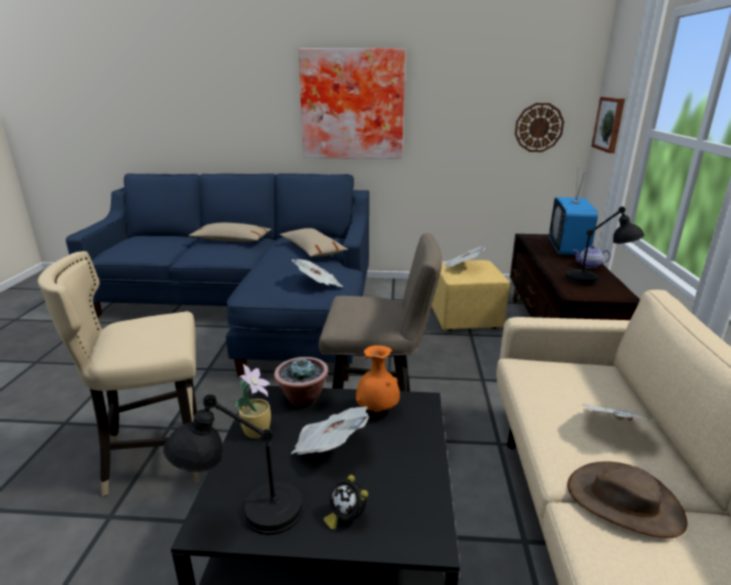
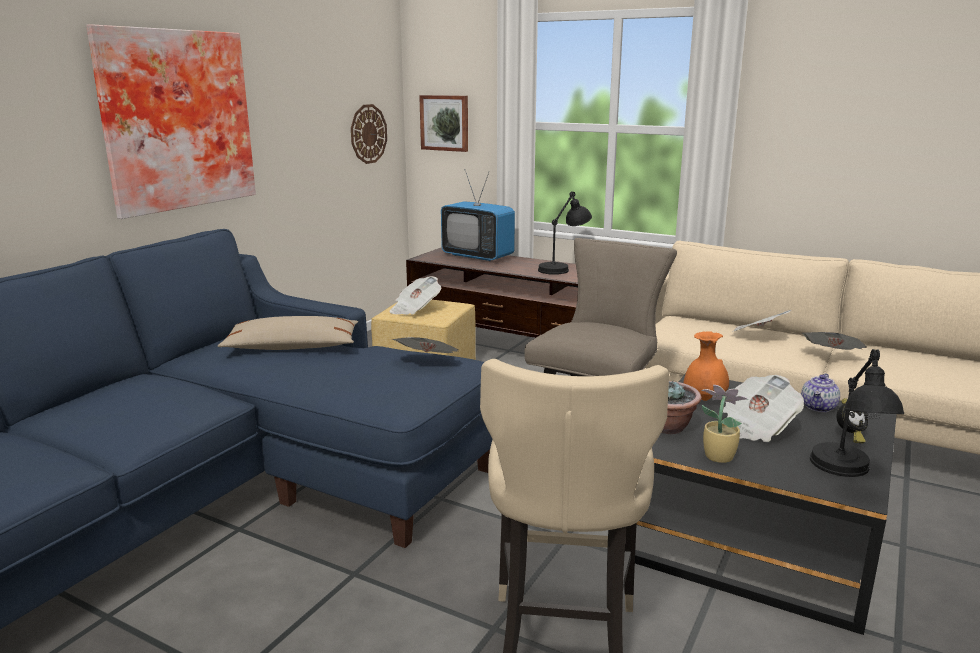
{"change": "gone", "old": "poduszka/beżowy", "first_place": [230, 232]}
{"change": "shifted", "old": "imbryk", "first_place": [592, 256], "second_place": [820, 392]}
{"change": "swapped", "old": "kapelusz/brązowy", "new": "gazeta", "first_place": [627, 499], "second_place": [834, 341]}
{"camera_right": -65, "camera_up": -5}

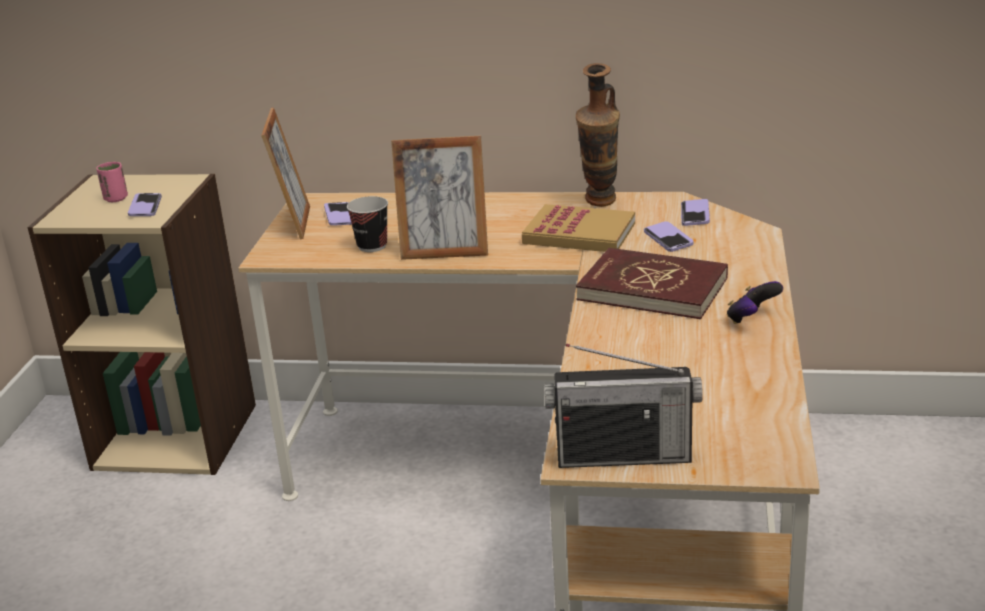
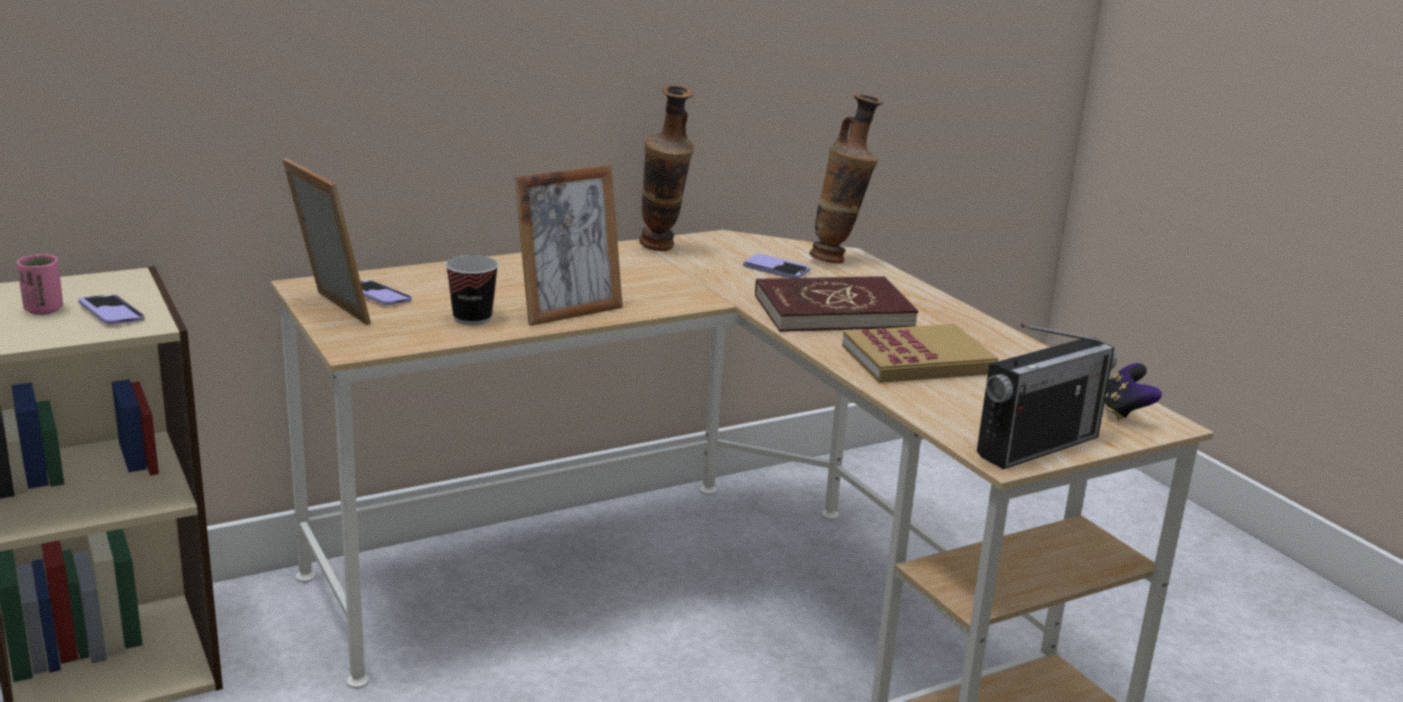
{"change": "gone", "old": "telefon", "first_place": [695, 212]}
{"change": "shifted", "old": "książka", "first_place": [578, 228], "second_place": [920, 353]}
{"change": "shifted", "old": "pad do gier", "first_place": [755, 302], "second_place": [1133, 391]}
{"change": "new", "new": "wazon", "second_place": [846, 179]}
{"camera_right": -40, "camera_up": -5}

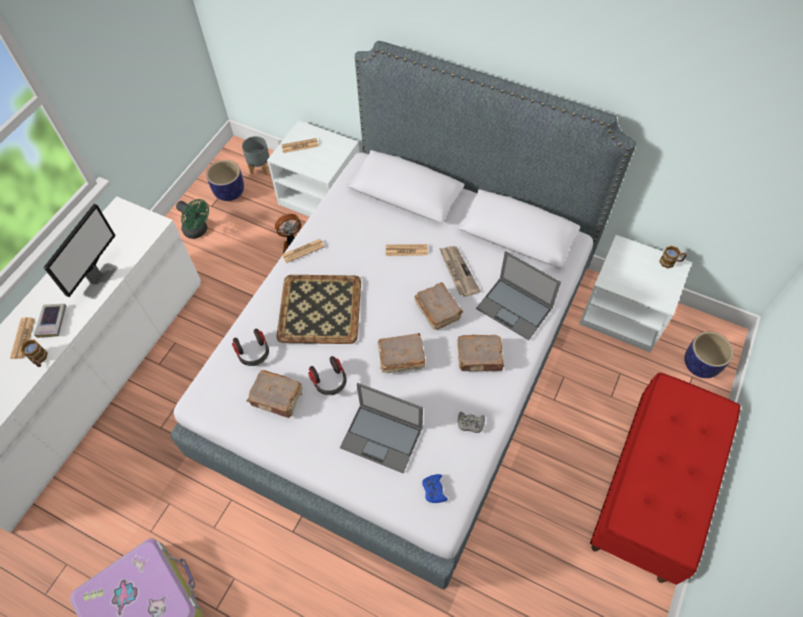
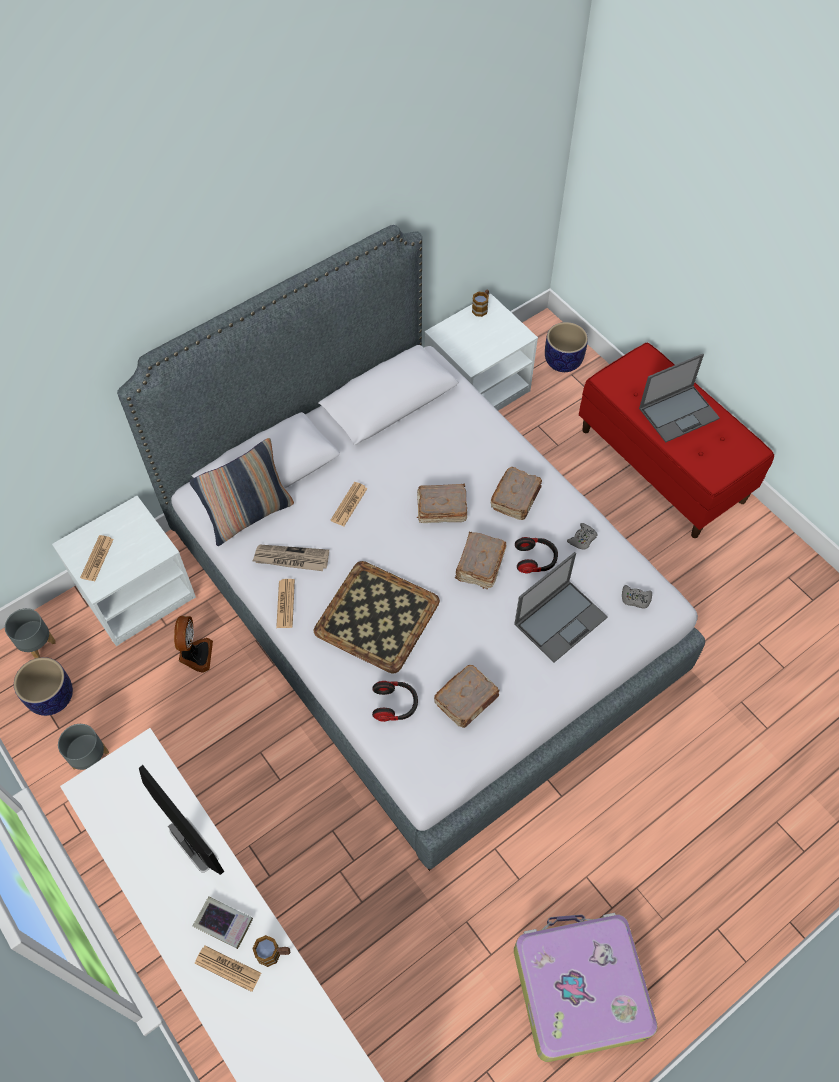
{"change": "swapped", "old": "wentylator/zielony", "new": "donica/szary", "first_place": [192, 219], "second_place": [83, 747]}
{"change": "shifted", "old": "gazeta", "first_place": [459, 271], "second_place": [291, 557]}
{"change": "shifted", "old": "laptop", "first_place": [518, 295], "second_place": [679, 398]}
{"change": "shifted", "old": "słuchawki", "first_place": [327, 375], "second_place": [536, 555]}
{"change": "repainted", "old": "pad do gier/niebieski", "new": "pad do gier/szary", "first_place": [435, 488], "second_place": [637, 597]}
{"change": "new", "new": "poduszka", "second_place": [241, 492]}
{"camera_right": -65, "camera_up": 0}

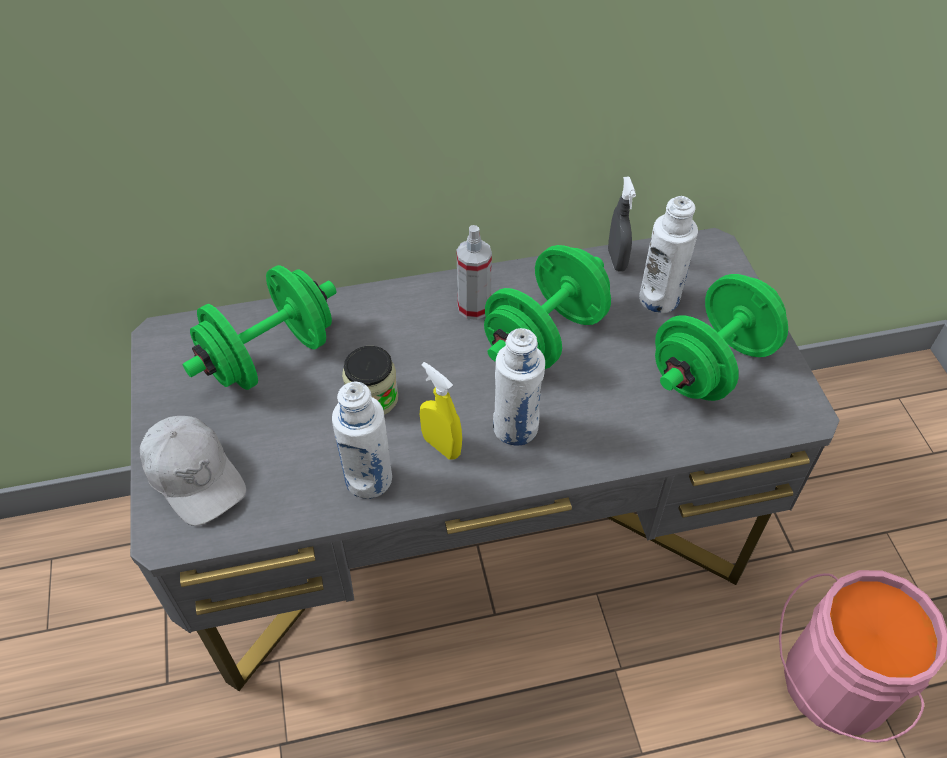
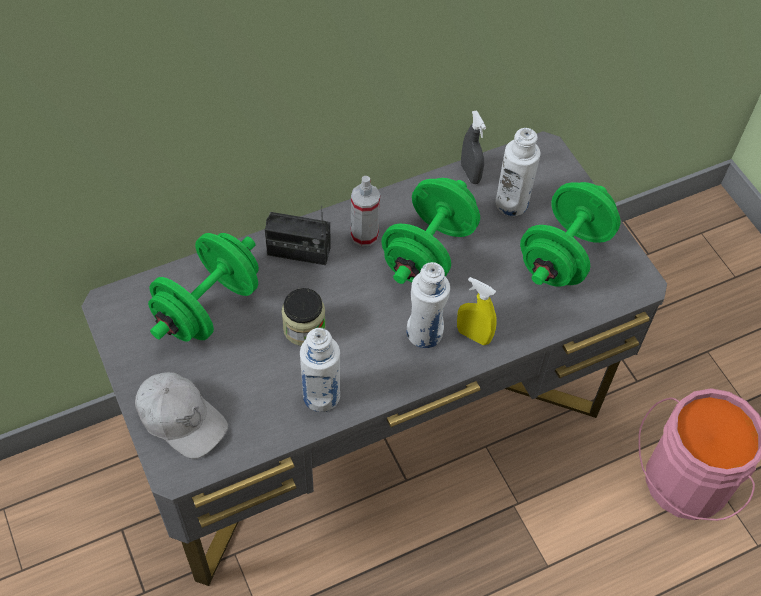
{"change": "shifted", "old": "spryskiwacz/żółty", "first_place": [441, 411], "second_place": [477, 311]}
{"change": "new", "new": "radio", "second_place": [298, 235]}
{"camera_right": -15, "camera_up": 5}

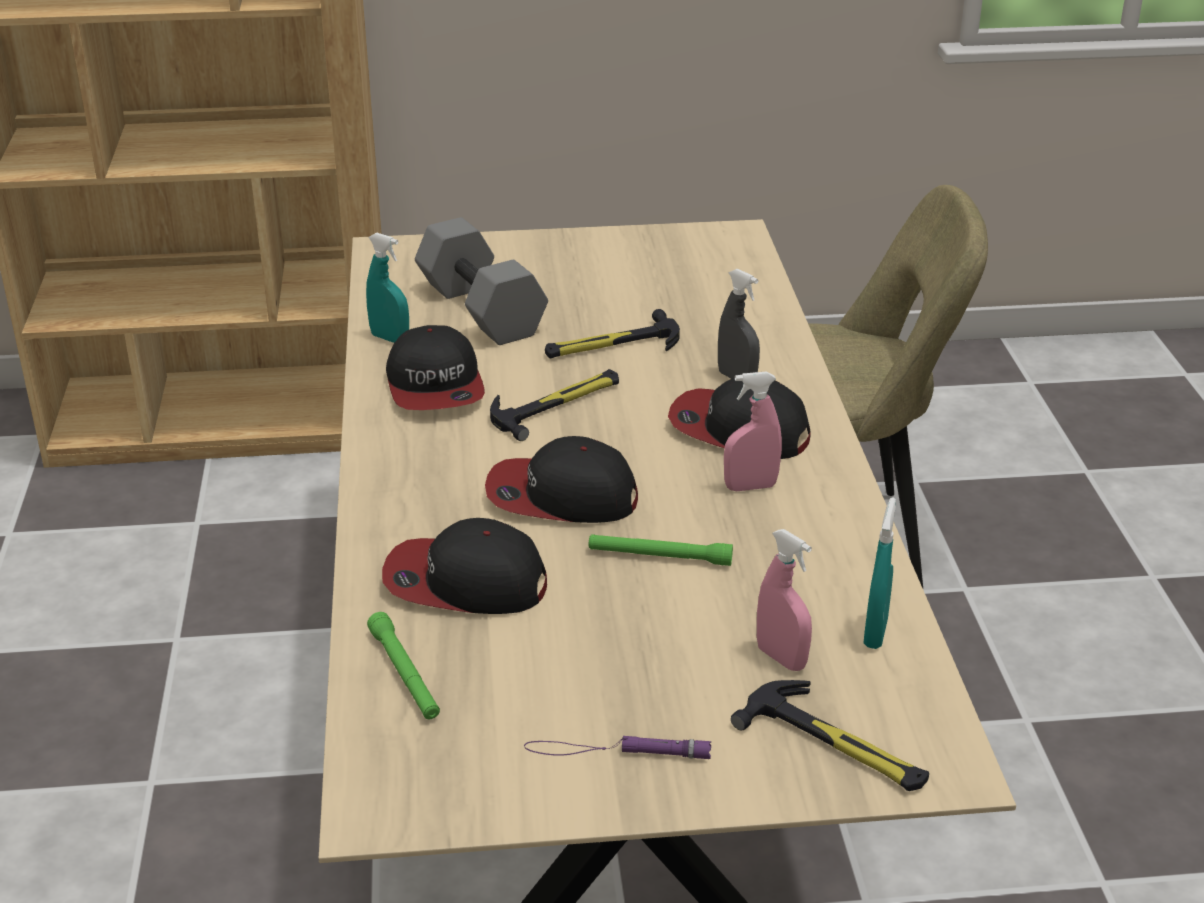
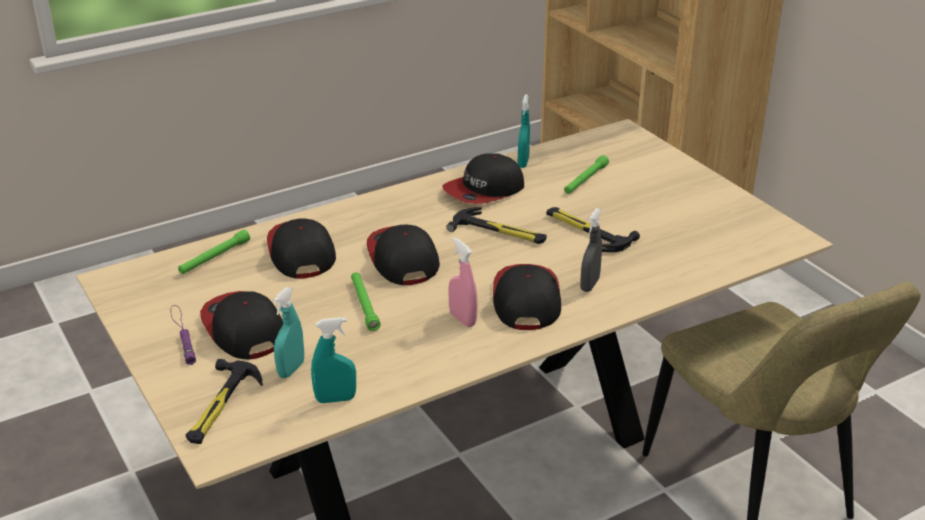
{"change": "swapped", "old": "hantel/szary", "new": "latarka/zielony", "first_place": [481, 281], "second_place": [586, 174]}
{"change": "repainted", "old": "spryskiwacz/różowy", "new": "spryskiwacz/turkusowy", "first_place": [784, 600], "second_place": [288, 332]}
{"change": "new", "new": "czapka z daszkiem", "second_place": [241, 325]}
{"camera_right": 65, "camera_up": 0}

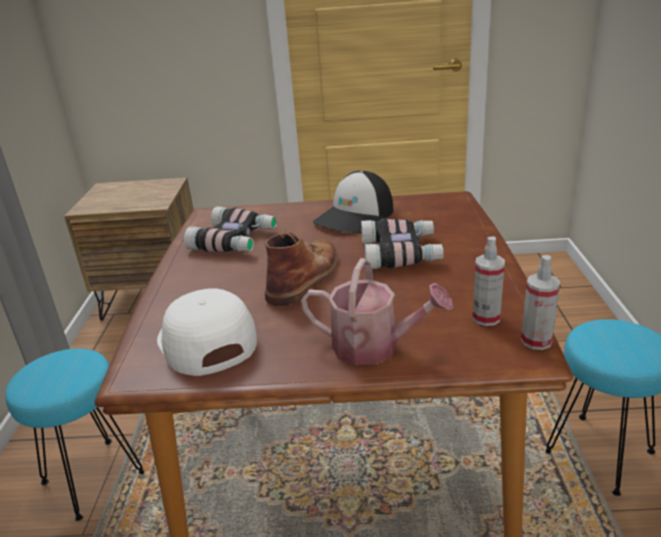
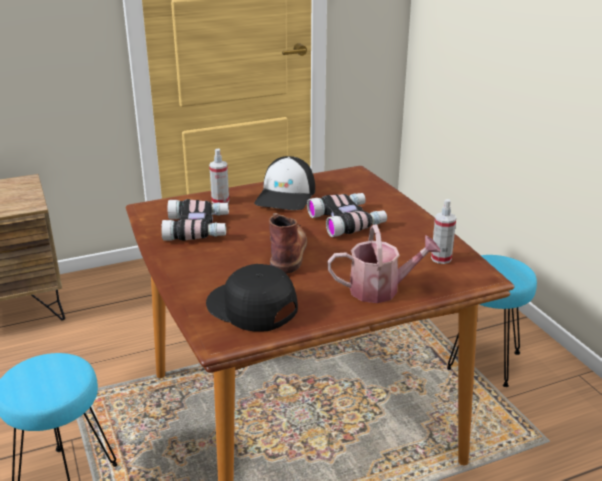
{"change": "shifted", "old": "spryskiwacz", "first_place": [540, 302], "second_place": [219, 176]}
{"change": "repainted", "old": "czapka z daszkiem/biały", "new": "czapka z daszkiem/czarny", "first_place": [207, 332], "second_place": [252, 298]}
{"camera_right": -25, "camera_up": 0}

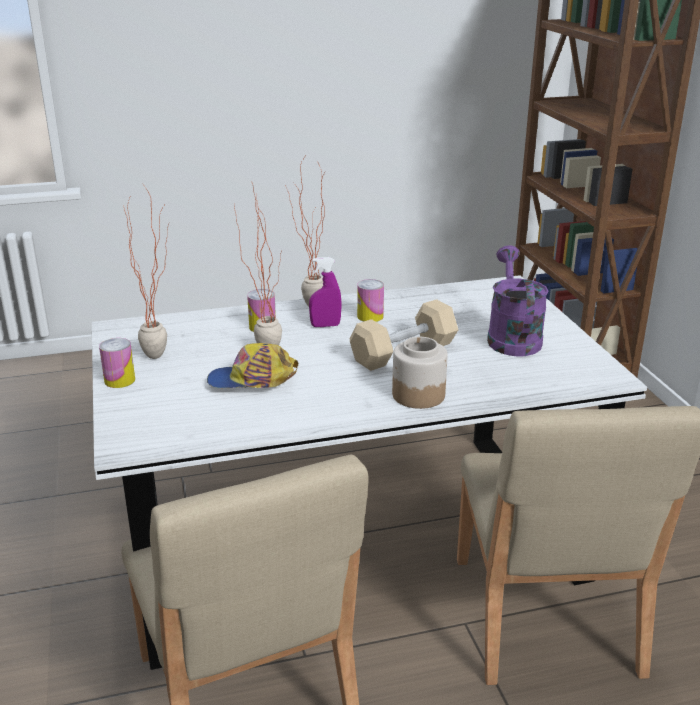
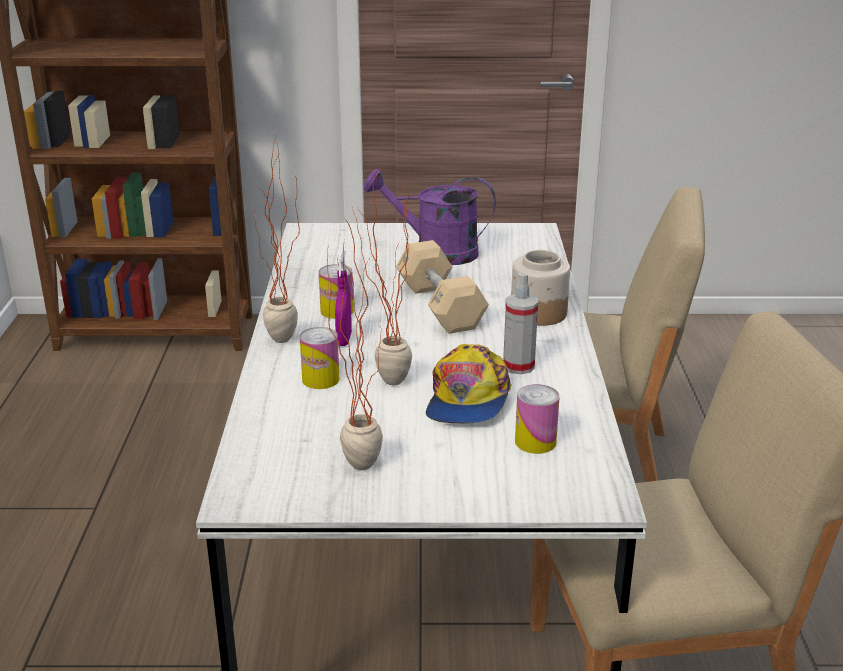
{"change": "shifted", "old": "puszka", "first_place": [117, 363], "second_place": [537, 419]}
{"change": "new", "new": "spryskiwacz", "second_place": [520, 323]}
{"camera_right": -75, "camera_up": 0}

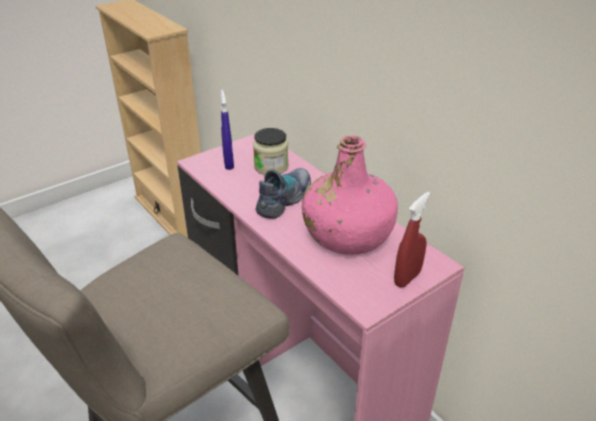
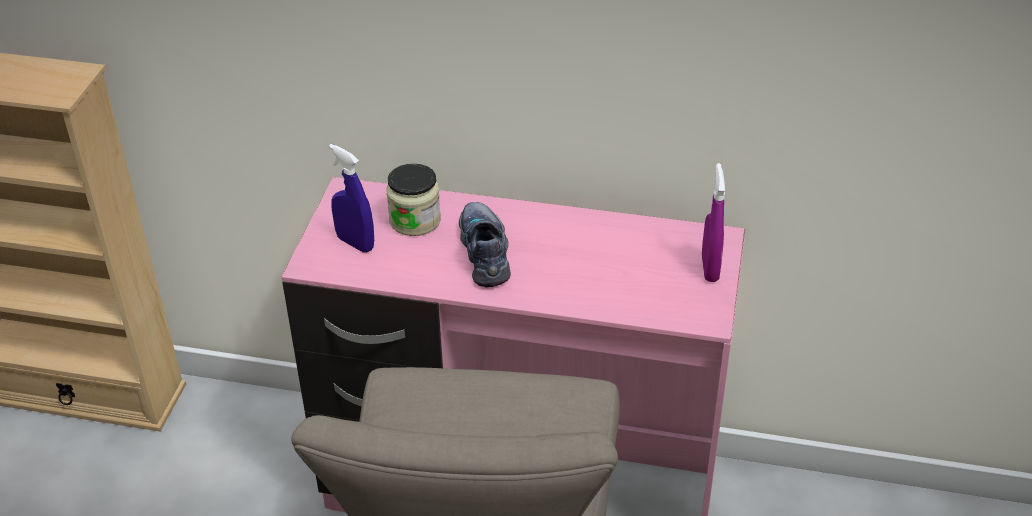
{"change": "gone", "old": "butelka/różowy", "first_place": [350, 195]}
{"change": "repainted", "old": "spryskiwacz/czerwony", "new": "spryskiwacz/fioletowy", "first_place": [412, 240], "second_place": [713, 222]}
{"camera_right": -40, "camera_up": 5}

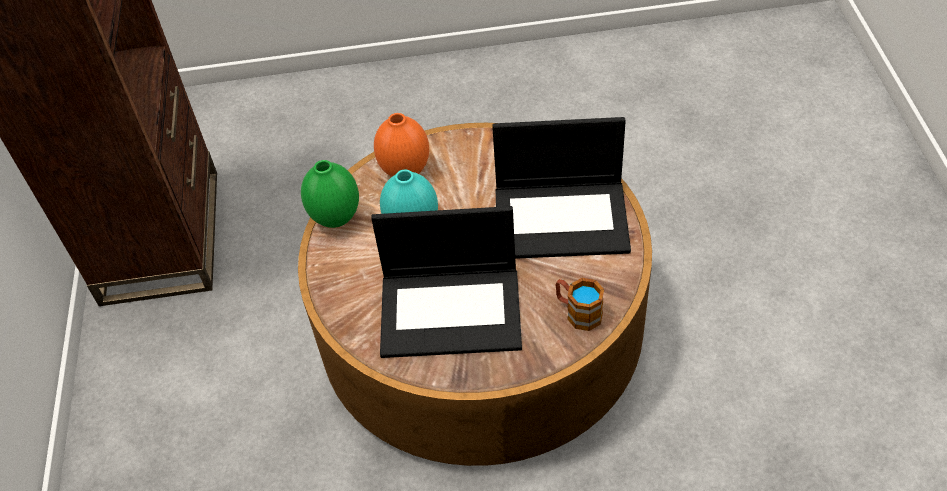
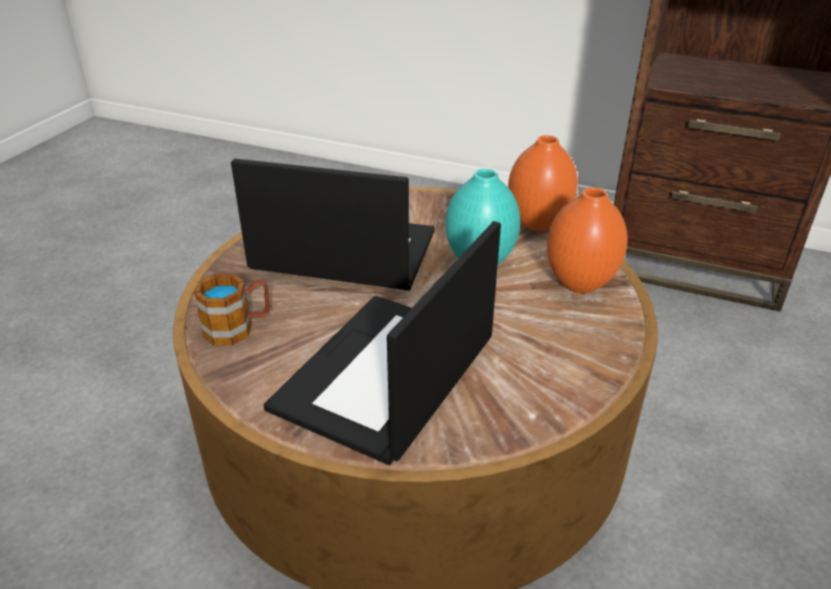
{"change": "repainted", "old": "wazon/zielony", "new": "wazon/pomarańczowy", "first_place": [330, 194], "second_place": [543, 183]}
{"change": "rotated", "old": "laptop", "first_place": [446, 282], "second_place": [333, 224], "degrees": 75}
{"camera_right": 115, "camera_up": -15}

